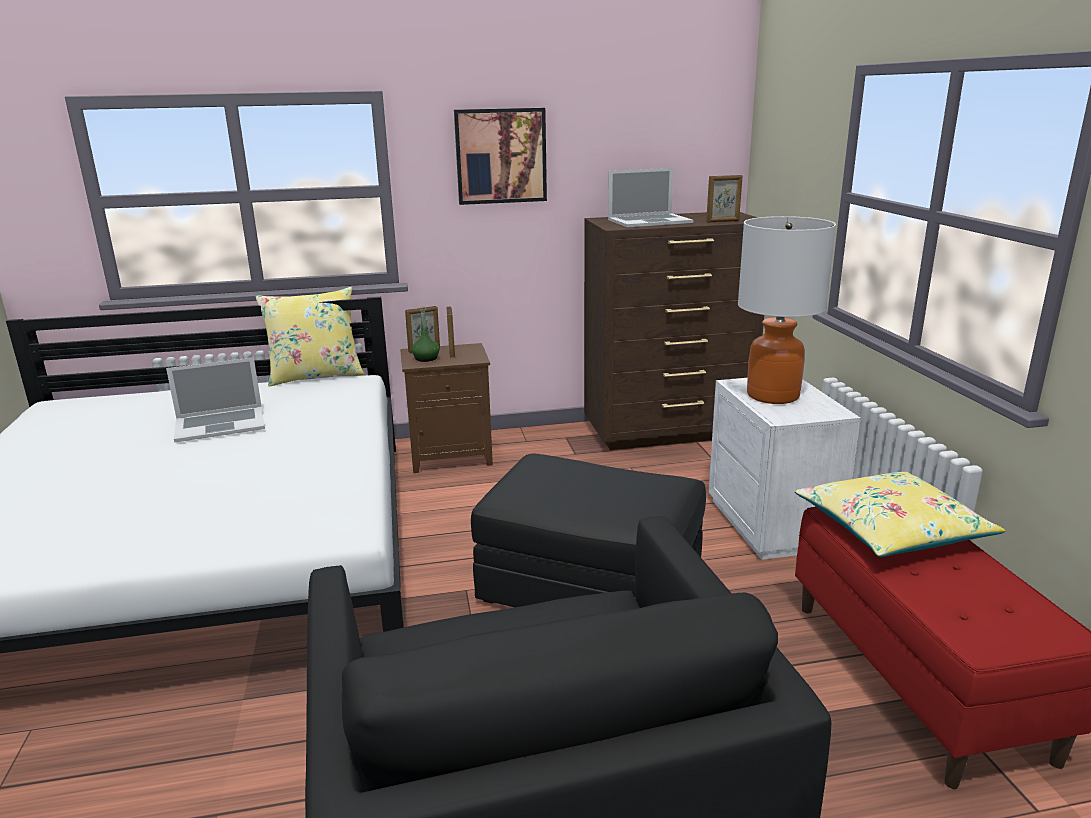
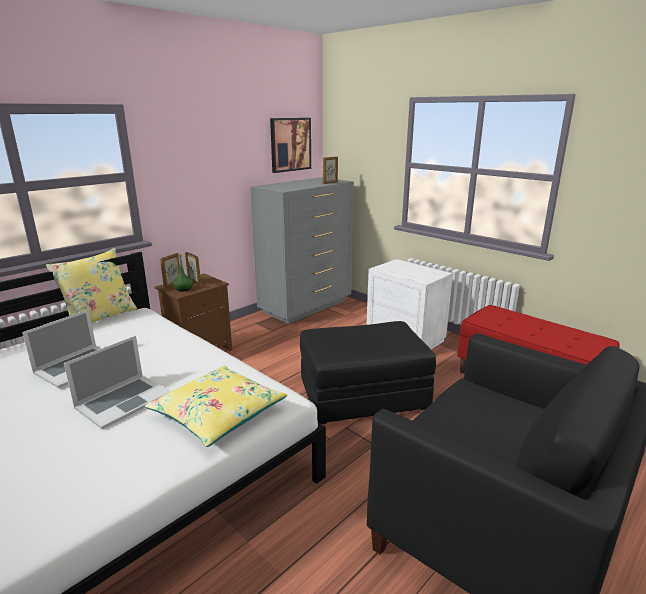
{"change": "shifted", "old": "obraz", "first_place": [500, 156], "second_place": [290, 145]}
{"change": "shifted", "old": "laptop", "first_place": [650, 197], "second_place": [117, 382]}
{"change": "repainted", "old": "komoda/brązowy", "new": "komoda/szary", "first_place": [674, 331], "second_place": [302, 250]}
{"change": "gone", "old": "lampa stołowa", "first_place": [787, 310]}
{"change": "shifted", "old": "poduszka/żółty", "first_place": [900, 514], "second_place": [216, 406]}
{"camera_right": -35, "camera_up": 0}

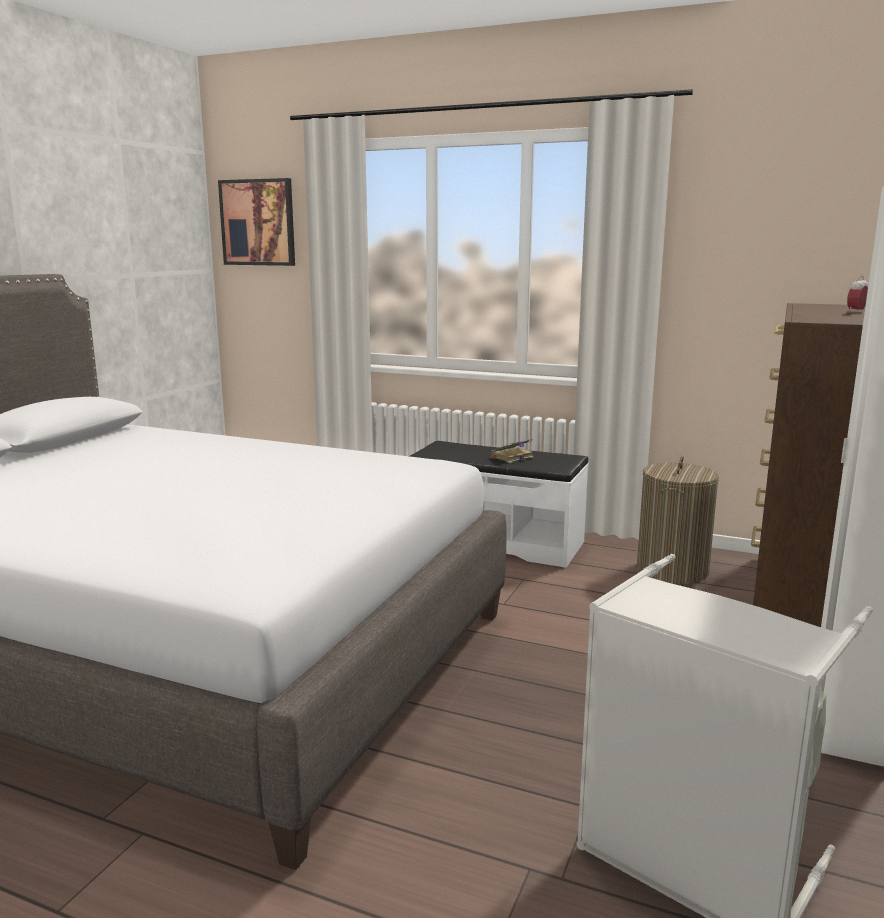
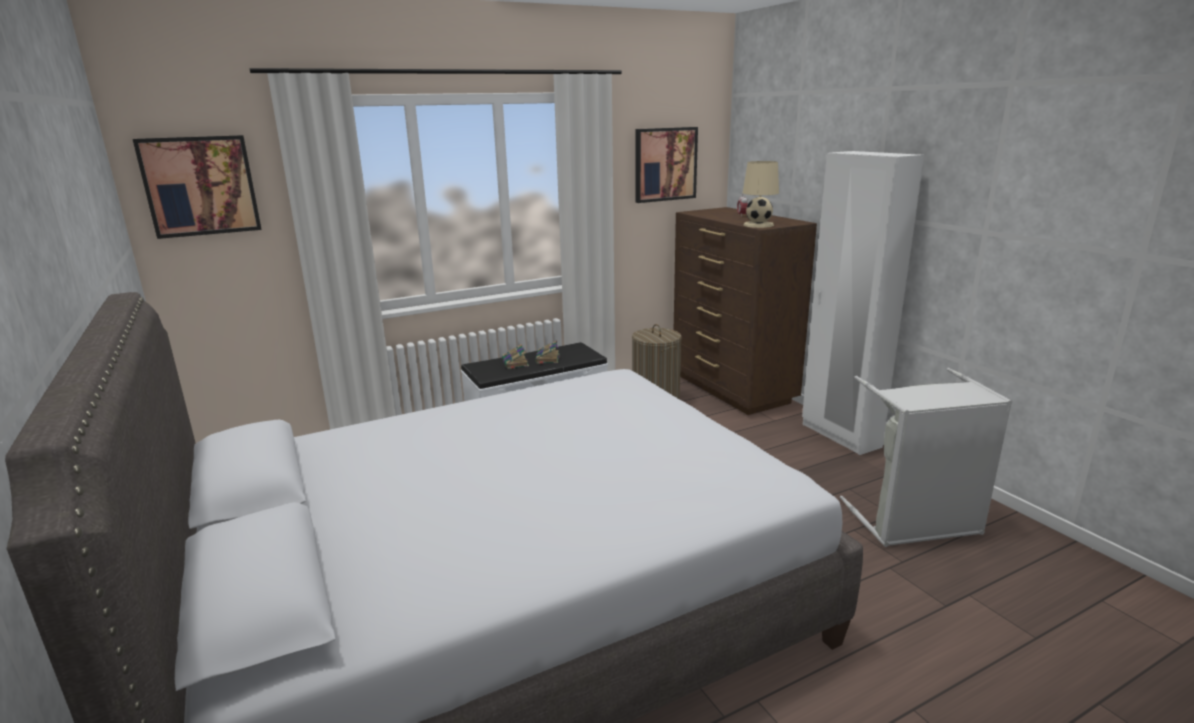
{"change": "new", "new": "obraz", "second_place": [667, 165]}
{"change": "new", "new": "lampa stołowa/beżowy", "second_place": [761, 194]}
{"change": "new", "new": "książka", "second_place": [515, 356]}
{"camera_right": -50, "camera_up": 5}

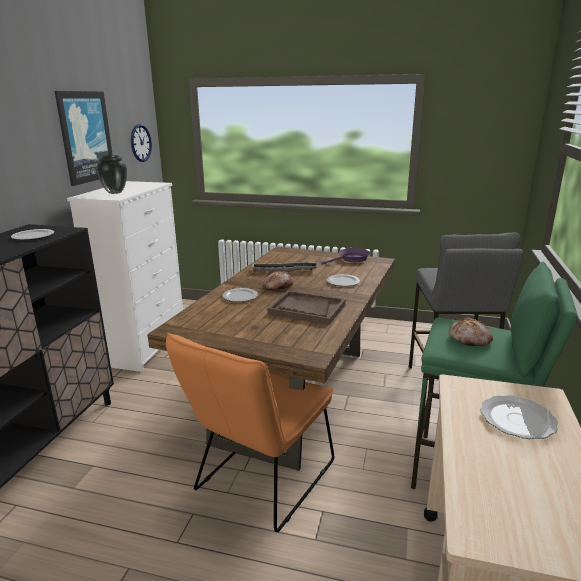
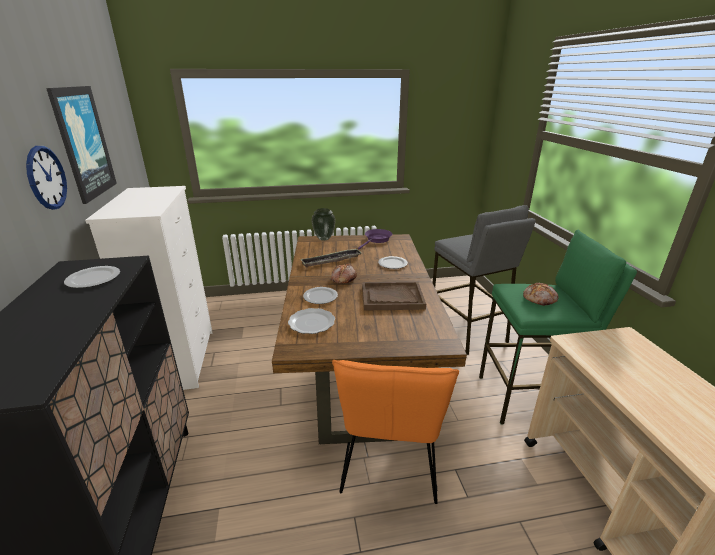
{"change": "shifted", "old": "zegar ścienny", "first_place": [141, 143], "second_place": [46, 178]}
{"change": "shifted", "old": "wazon", "first_place": [111, 174], "second_place": [323, 224]}
{"change": "shifted", "old": "talerz", "first_place": [519, 417], "second_place": [311, 321]}
{"camera_right": -25, "camera_up": 5}

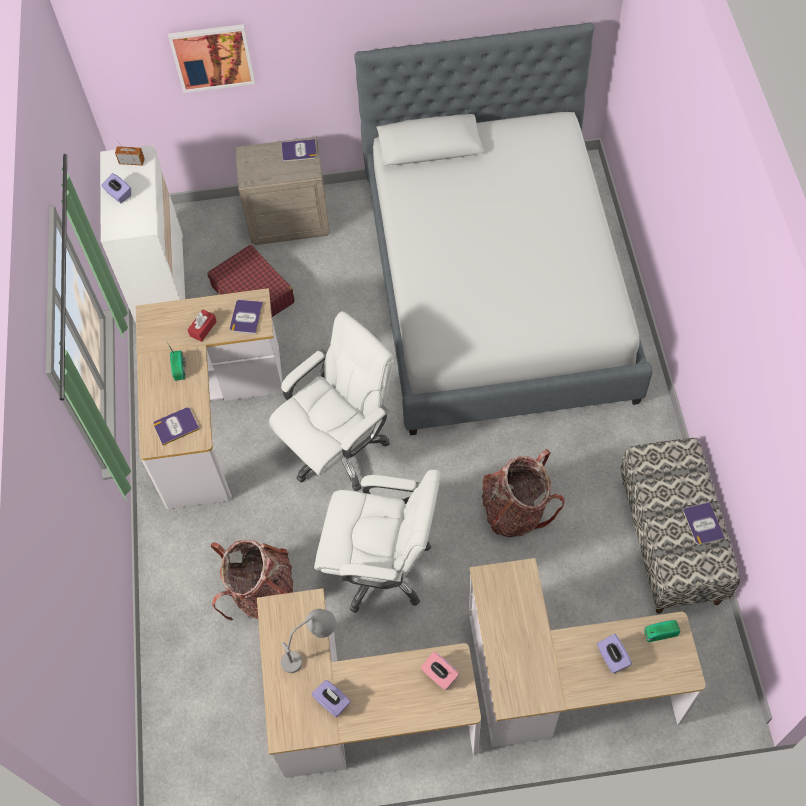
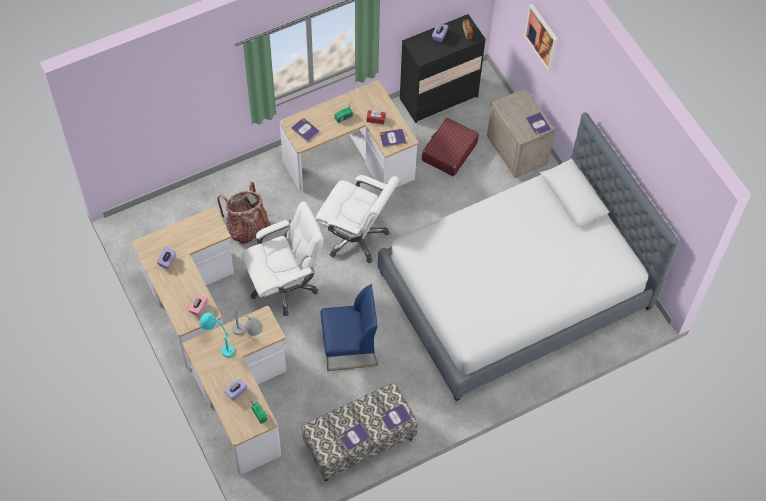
{"change": "repainted", "old": "komoda/biały", "new": "komoda/czarny", "first_place": [142, 234], "second_place": [443, 68]}
{"change": "swapped", "old": "plecak", "new": "krzesło/niebieski", "first_place": [523, 493], "second_place": [349, 327]}
{"change": "rotated", "old": "krzesło biurowe/biały", "first_place": [377, 541], "second_place": [283, 258], "degrees": -105}
{"change": "shifted", "old": "lampa stołowa/szary", "first_place": [308, 641], "second_place": [247, 323]}
{"change": "new", "new": "lampa stołowa/turkusowy", "second_place": [216, 334]}
{"change": "new", "new": "książka", "second_place": [396, 417]}
{"camera_right": 65, "camera_up": 0}

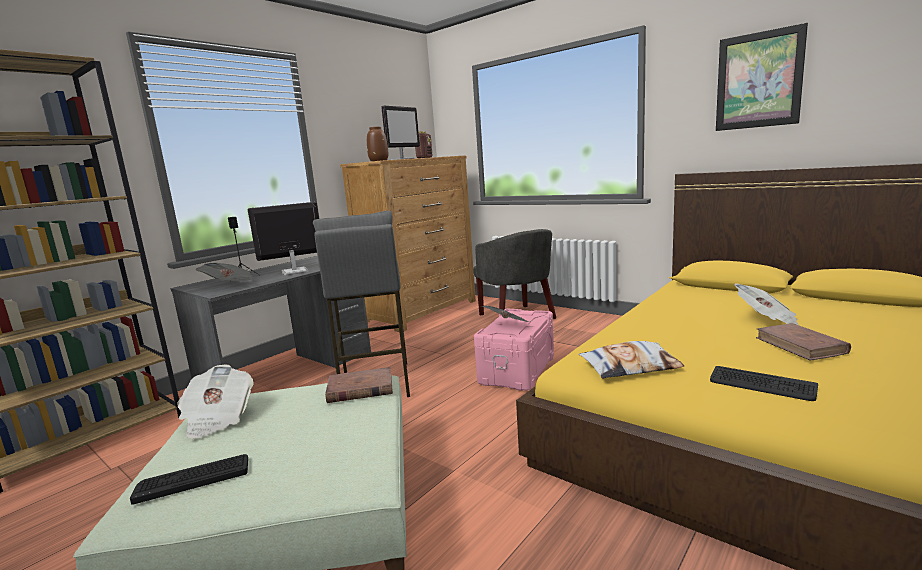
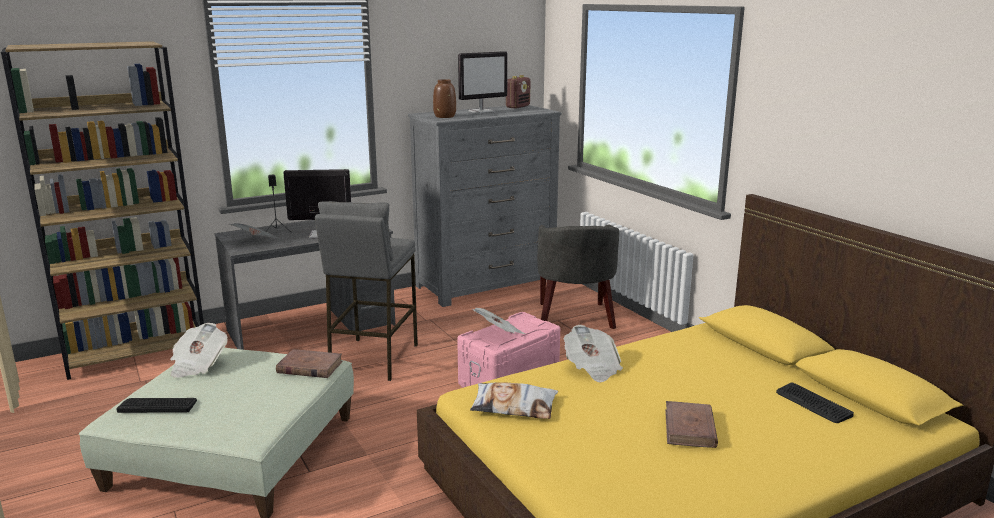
{"change": "gone", "old": "obraz", "first_place": [762, 77]}
{"change": "repainted", "old": "komoda/brązowy", "new": "komoda/szary", "first_place": [408, 243], "second_place": [484, 206]}
{"change": "shifted", "old": "gazeta", "first_place": [766, 304], "second_place": [593, 354]}
{"change": "shifted", "old": "klawiatura", "first_place": [764, 383], "second_place": [815, 403]}
{"camera_right": 20, "camera_up": 5}

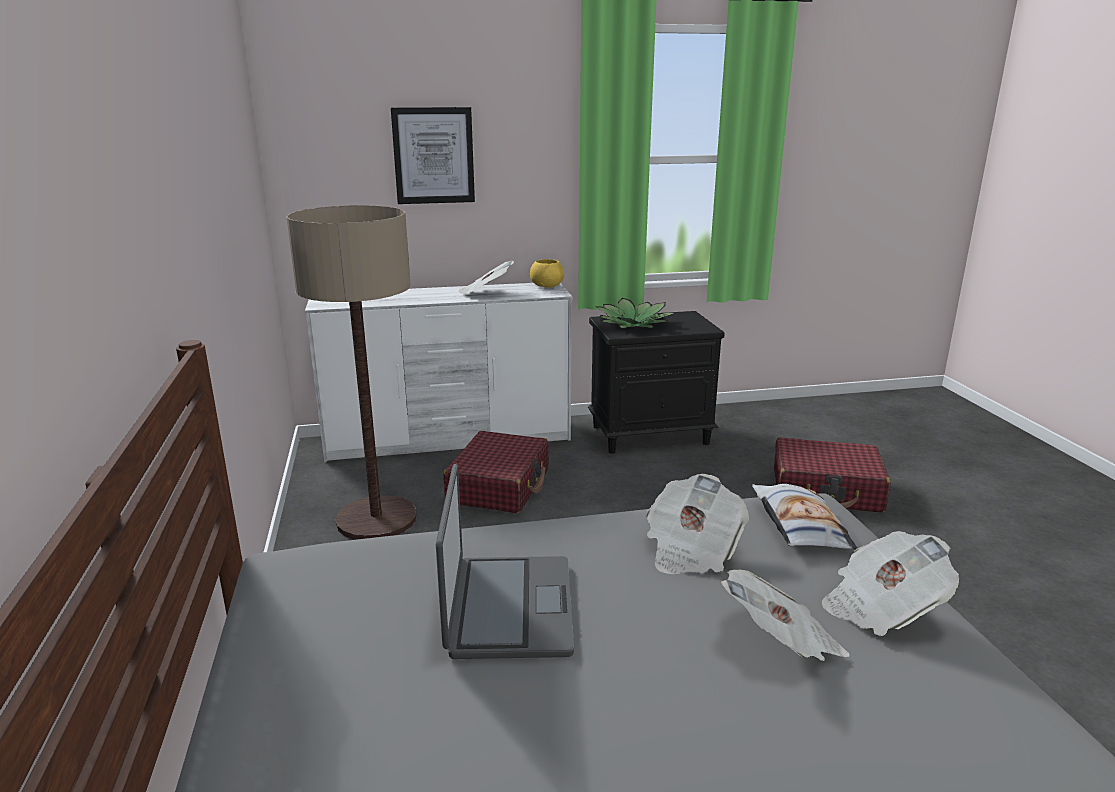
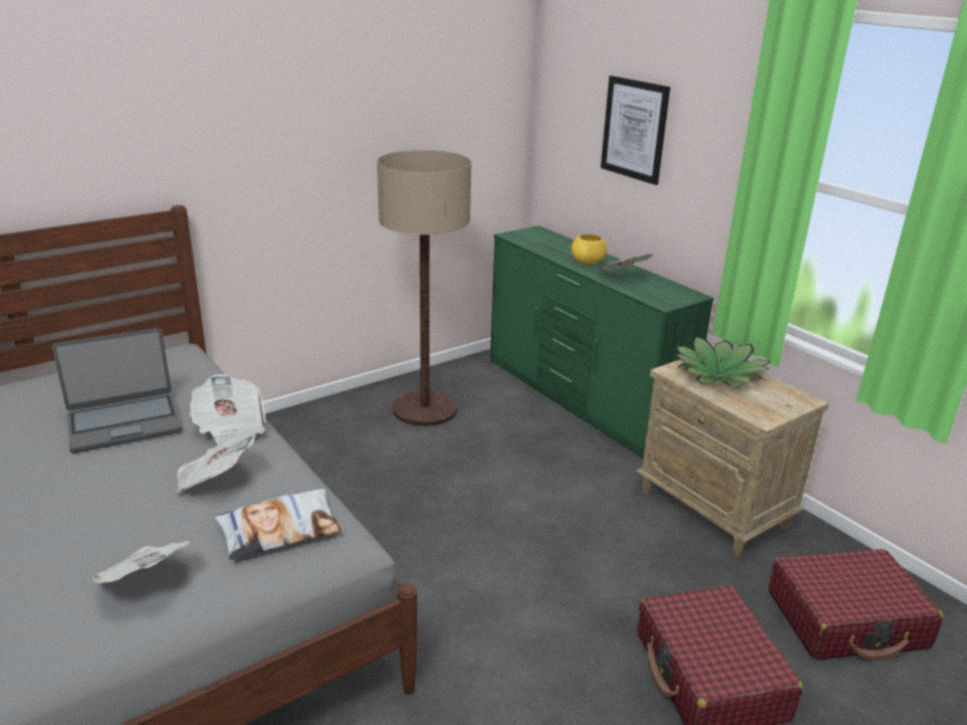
{"change": "shifted", "old": "miska/żółty", "first_place": [547, 273], "second_place": [589, 249]}
{"change": "repainted", "old": "komoda/biały", "new": "komoda/zielony", "first_place": [439, 372], "second_place": [602, 342]}
{"change": "repainted", "old": "szafka nocna/czarny", "new": "szafka nocna/beżowy", "first_place": [656, 382], "second_place": [732, 458]}
{"change": "shifted", "old": "walizka/czerwony", "first_place": [496, 472], "second_place": [855, 605]}
{"change": "shifted", "old": "gazeta", "first_place": [785, 615], "second_place": [227, 409]}
{"camera_right": 65, "camera_up": 5}

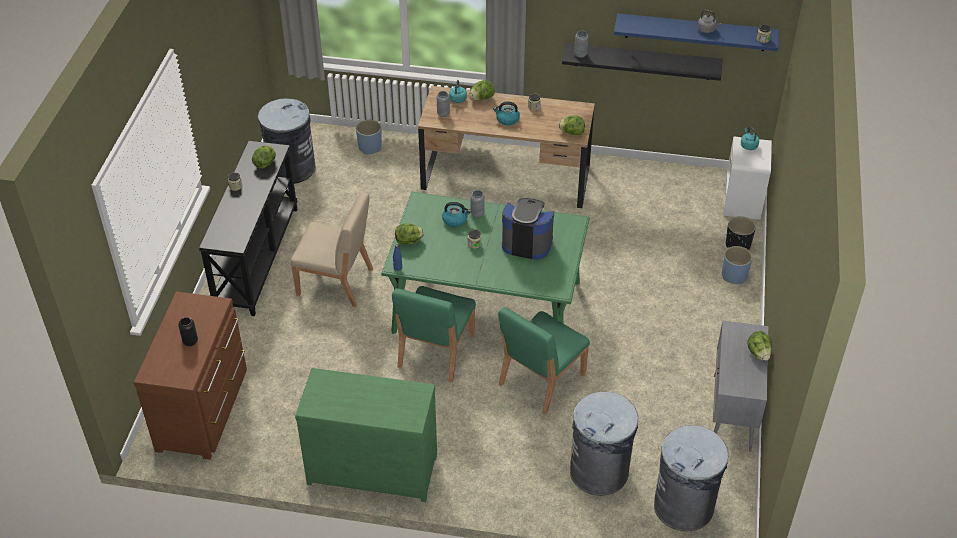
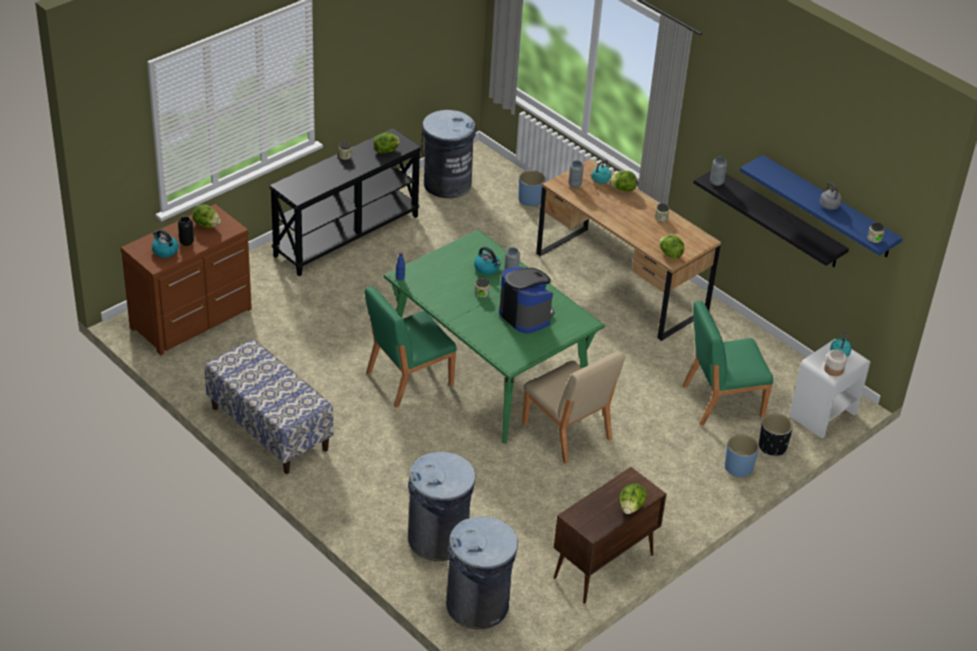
{"change": "shifted", "old": "czajnik", "first_place": [506, 113], "second_place": [165, 243]}
{"change": "shifted", "old": "krzesło/beżowy", "first_place": [332, 250], "second_place": [573, 407]}
{"change": "shifted", "old": "sałata", "first_place": [409, 234], "second_place": [206, 216]}
{"change": "shifted", "old": "krzesło/zielony", "first_place": [544, 361], "second_place": [727, 363]}
{"change": "repainted", "old": "szafka/szary", "new": "szafka/brązowy", "first_place": [740, 386], "second_place": [610, 535]}
{"change": "swapped", "old": "komoda/zielony", "new": "ławka", "first_place": [366, 435], "second_place": [269, 406]}
{"change": "new", "new": "słoik", "second_place": [835, 363]}
{"camera_right": 35, "camera_up": -5}

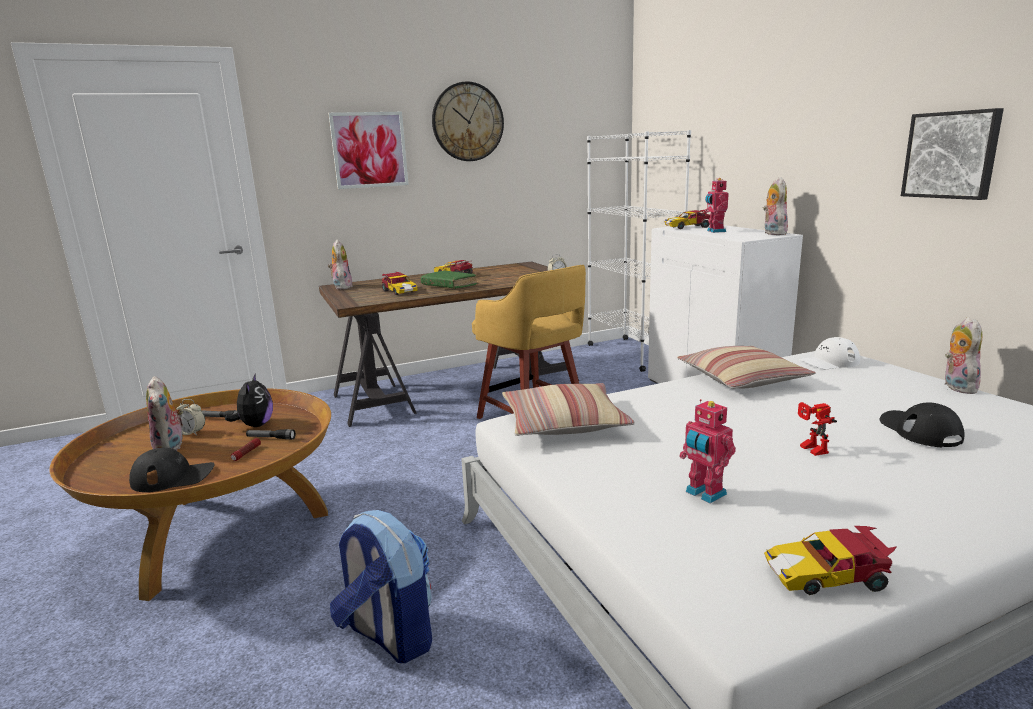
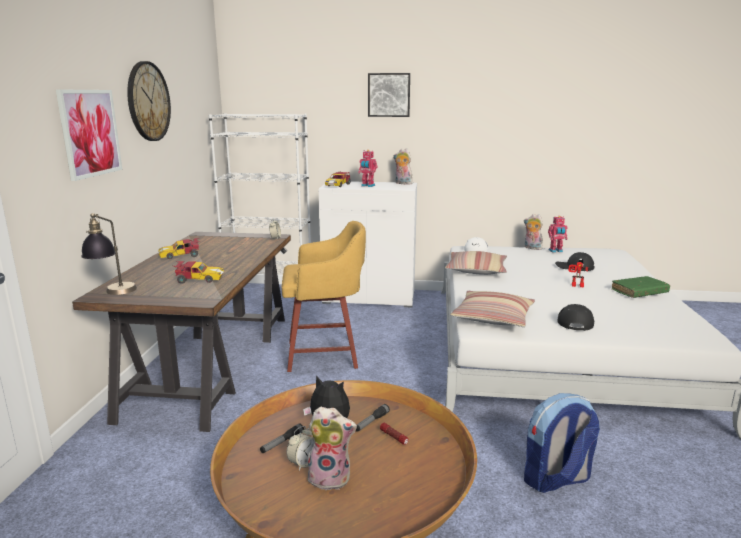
{"change": "shifted", "old": "obraz", "first_place": [952, 154], "second_place": [389, 95]}
{"change": "swapped", "old": "pluszak", "new": "lampa stołowa", "first_place": [340, 264], "second_place": [109, 254]}
{"change": "shifted", "old": "książka/zielony", "first_place": [449, 279], "second_place": [641, 287]}
{"change": "shifted", "old": "robot zabawkowy", "first_place": [708, 451], "second_place": [558, 234]}
{"change": "shifted", "old": "czapka z daszkiem/czarny", "first_place": [171, 470], "second_place": [575, 317]}
{"change": "gone", "old": "samochodzik", "first_place": [830, 560]}
{"camera_right": -60, "camera_up": 0}

